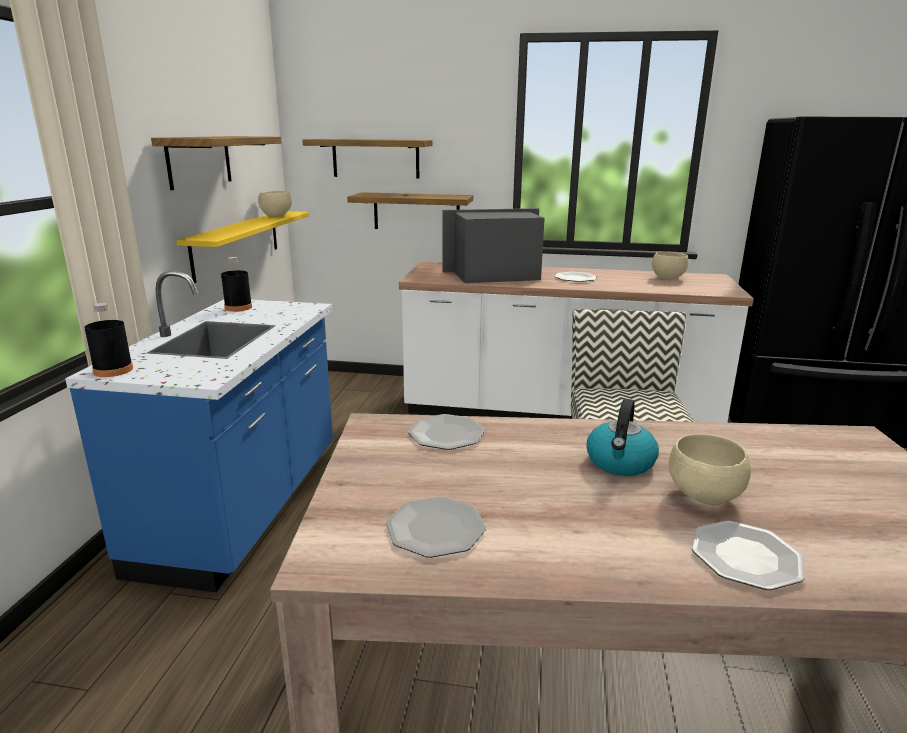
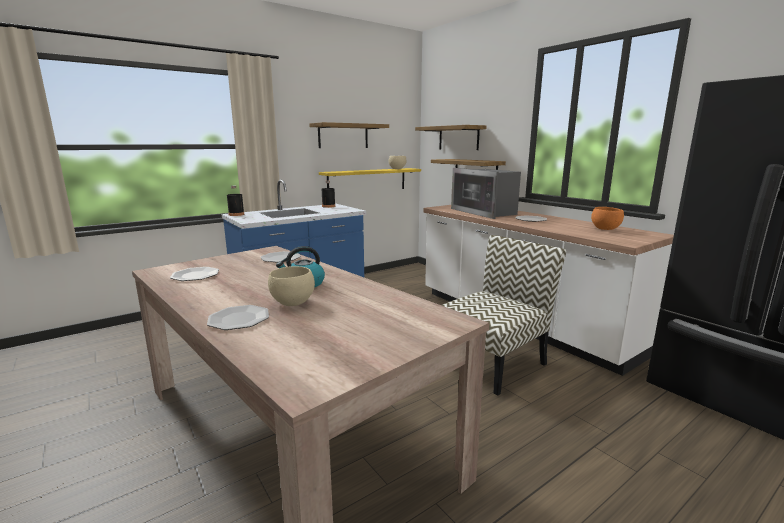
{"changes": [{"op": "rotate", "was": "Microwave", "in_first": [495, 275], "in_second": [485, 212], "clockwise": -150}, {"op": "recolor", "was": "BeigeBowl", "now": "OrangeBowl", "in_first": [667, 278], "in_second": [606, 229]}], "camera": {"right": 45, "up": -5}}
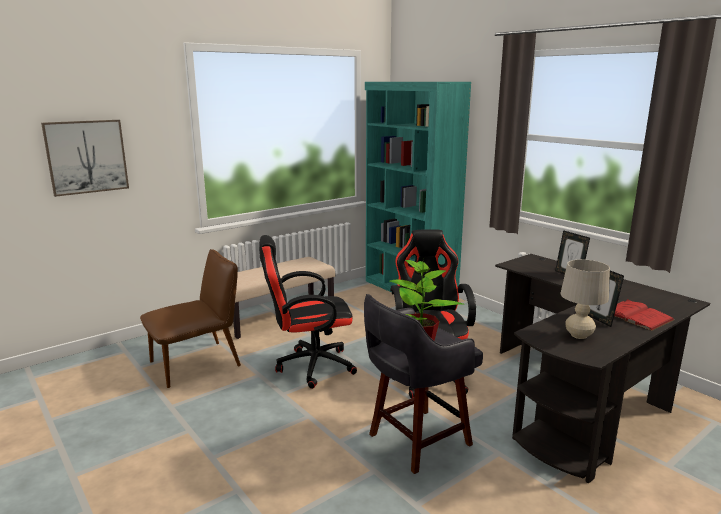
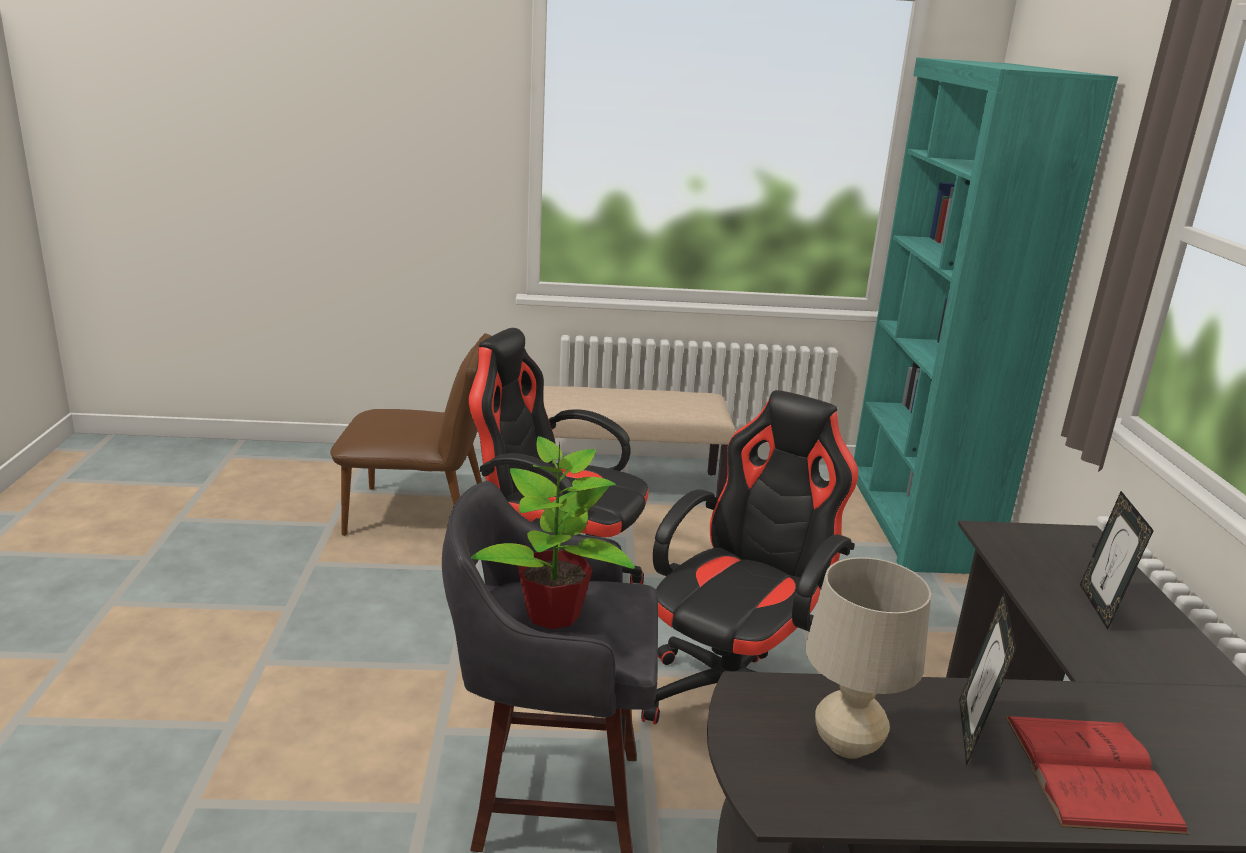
{"changes": [{"op": "delete", "was": "Picture", "in_first": [86, 157]}], "camera": {"right": 35, "up": 5}}
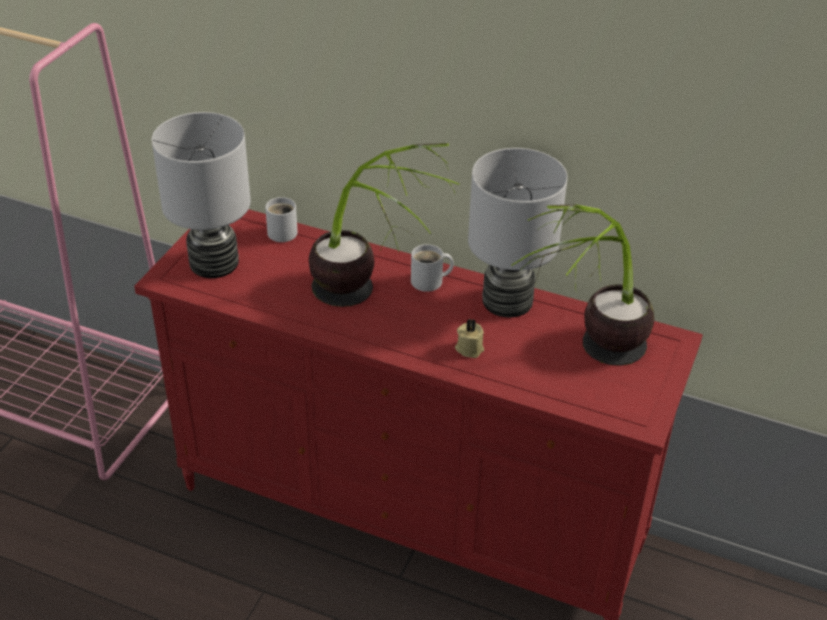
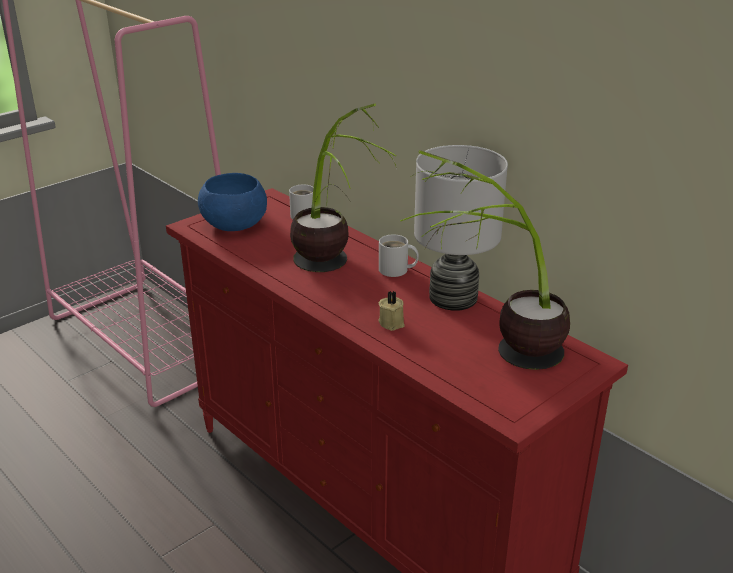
{"changes": [{"op": "replace", "was": "GreyTableLamp", "now": "BlueBowl", "in_first": [214, 263], "in_second": [235, 224]}], "camera": {"right": 25, "up": -10}}
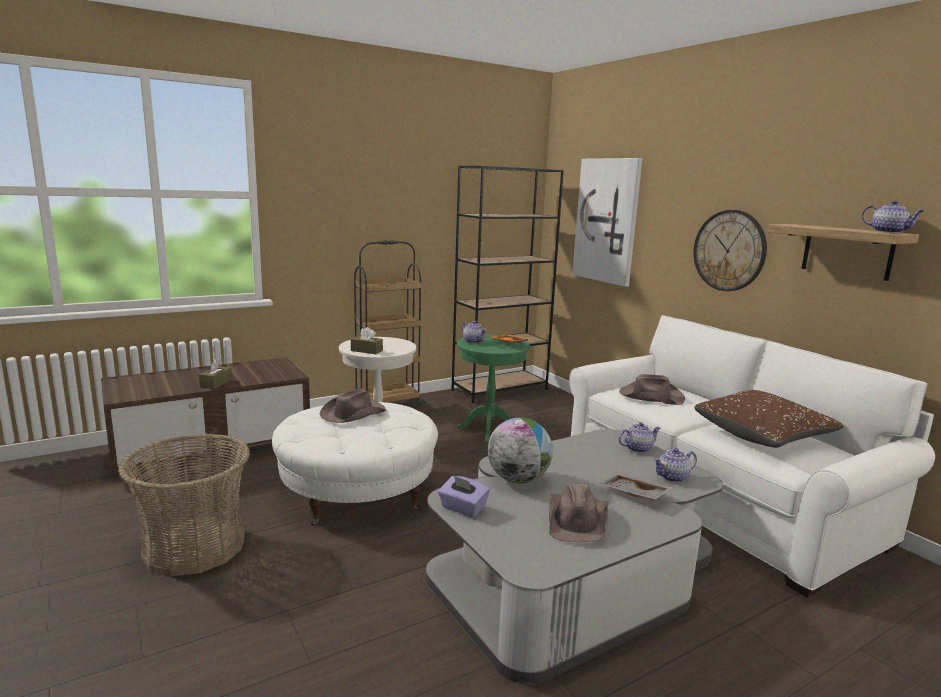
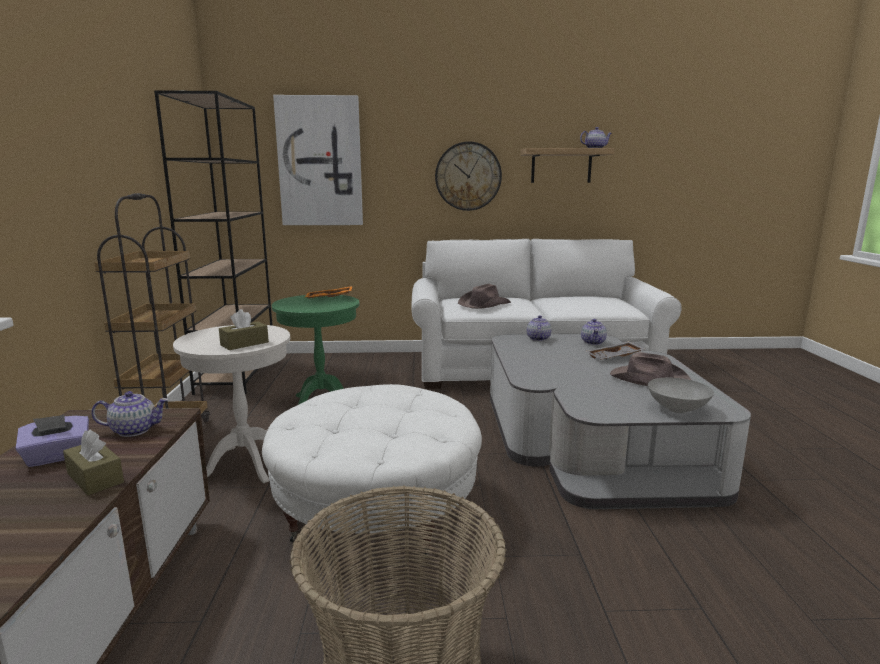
{"changes": [{"op": "move", "was": "PurpleTissueBox", "in_first": [462, 508], "in_second": [58, 457]}, {"op": "move", "was": "Teapot", "in_first": [474, 341], "in_second": [135, 430]}, {"op": "insert", "now": "GreyBowl", "in_second": [678, 409]}, {"op": "delete", "was": "BrownHat", "in_first": [352, 413]}, {"op": "delete", "was": "Globe", "in_first": [518, 479]}, {"op": "delete", "was": "BrownPillow", "in_first": [763, 435]}], "camera": {"right": -60, "up": 0}}
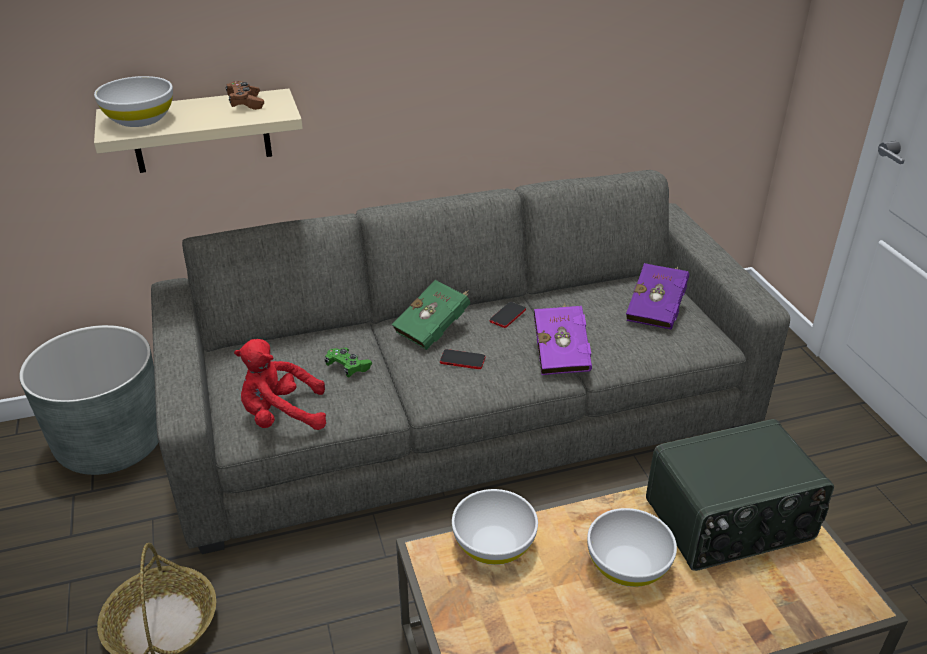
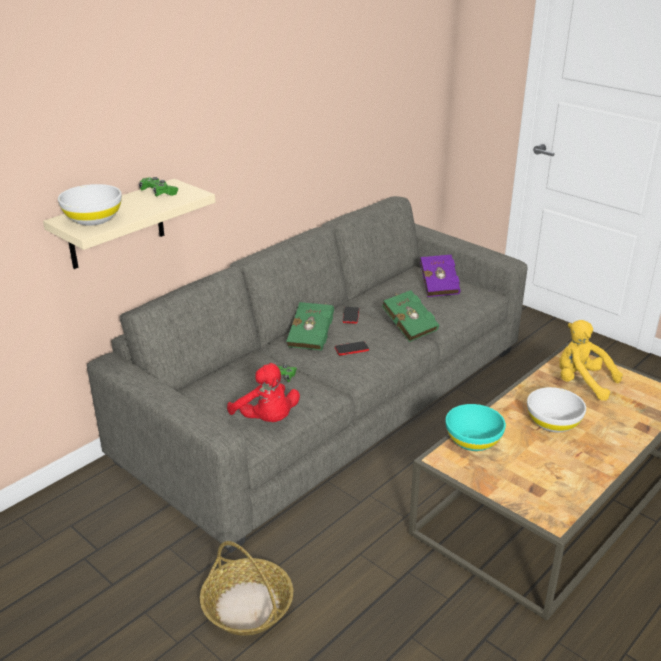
{"changes": [{"op": "recolor", "was": "BrownGameController", "now": "GreenGameController", "in_first": [246, 103], "in_second": [158, 193]}, {"op": "rotate", "was": "RedPlushToy", "in_first": [281, 416], "in_second": [266, 420], "clockwise": -90}, {"op": "recolor", "was": "PurpleBook", "now": "GreenBook", "in_first": [561, 353], "in_second": [408, 326]}, {"op": "recolor", "was": "WhiteBowl", "now": "TurquoiseBowl", "in_first": [493, 544], "in_second": [473, 441]}, {"op": "replace", "was": "Radio", "now": "YellowPlushToy", "in_first": [730, 522], "in_second": [581, 383]}, {"op": "delete", "was": "GreyPlanter", "in_first": [111, 443]}], "camera": {"right": -30, "up": -5}}
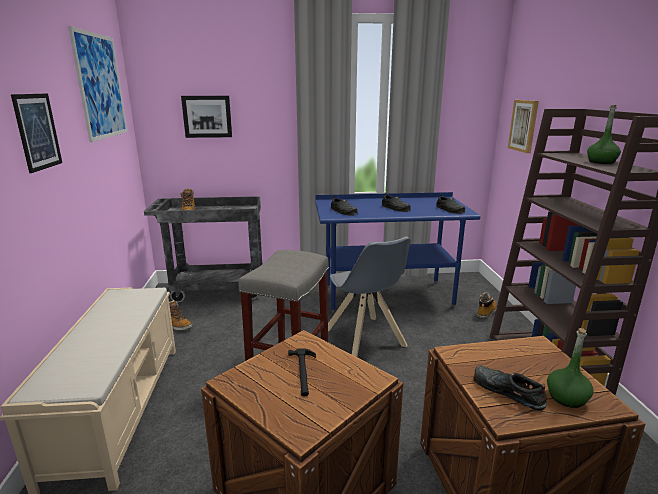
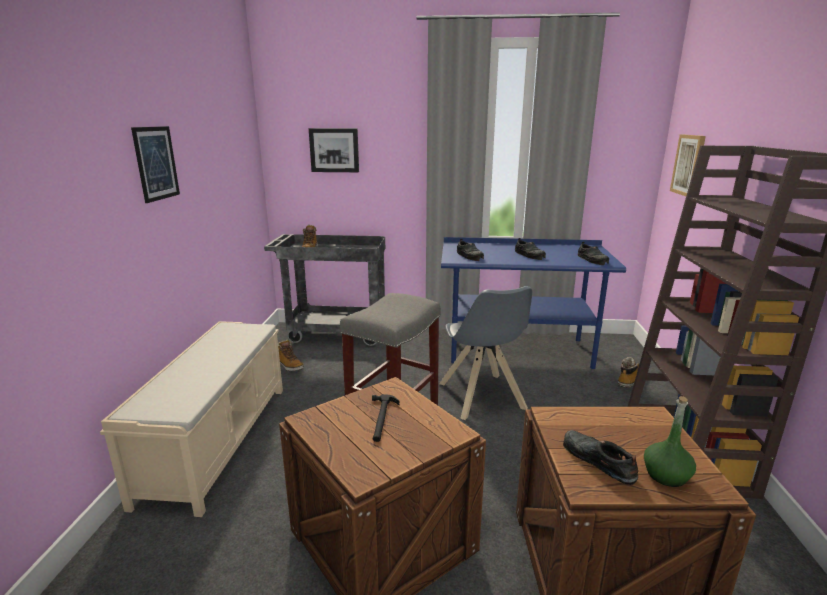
{"changes": [{"op": "delete", "was": "Picture", "in_first": [100, 86]}, {"op": "delete", "was": "GreenBottle", "in_first": [601, 162]}], "camera": {"right": 10, "up": 0}}
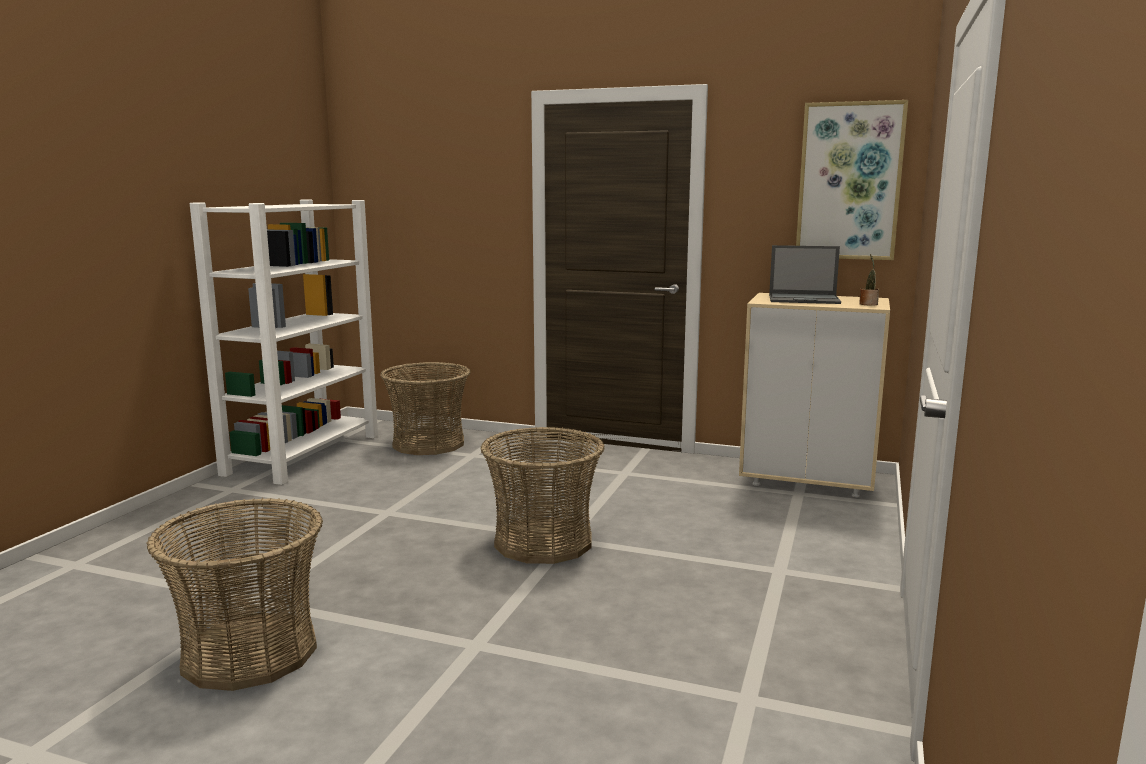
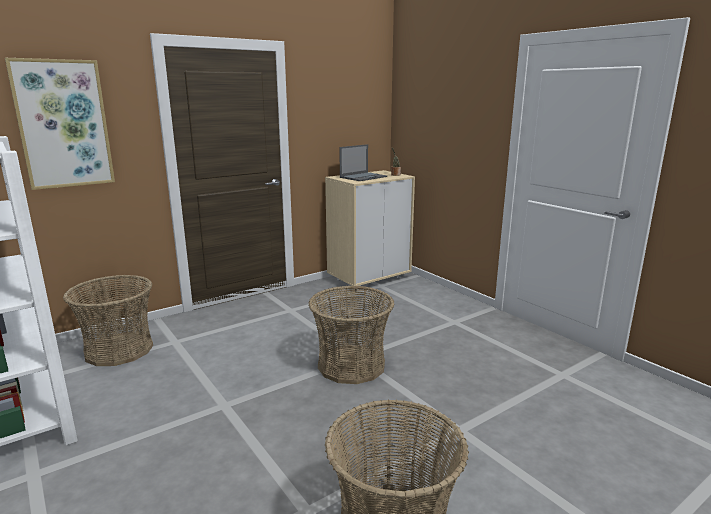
{"changes": [{"op": "move", "was": "Picture", "in_first": [849, 181], "in_second": [63, 124]}], "camera": {"right": -55, "up": 5}}
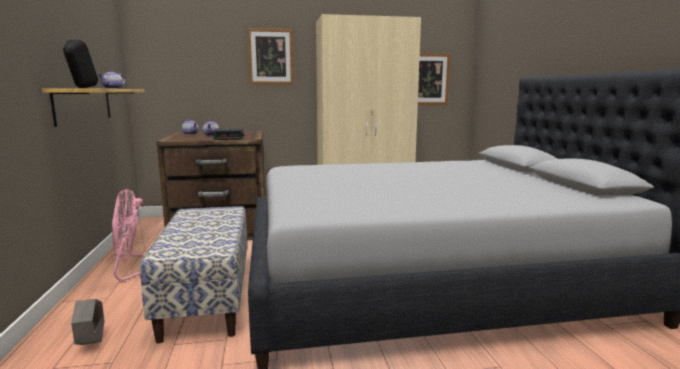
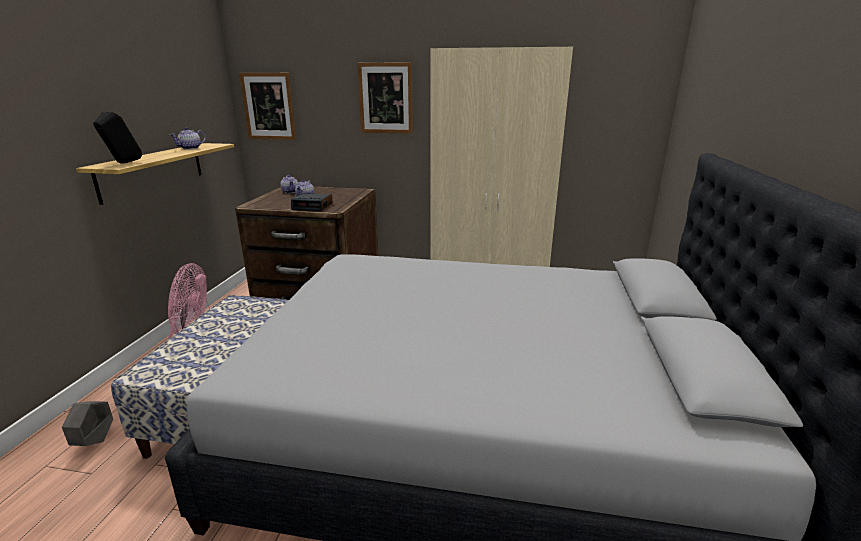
{"changes": [{"op": "move", "was": "Picture", "in_first": [429, 79], "in_second": [268, 106]}], "camera": {"right": 20, "up": 10}}
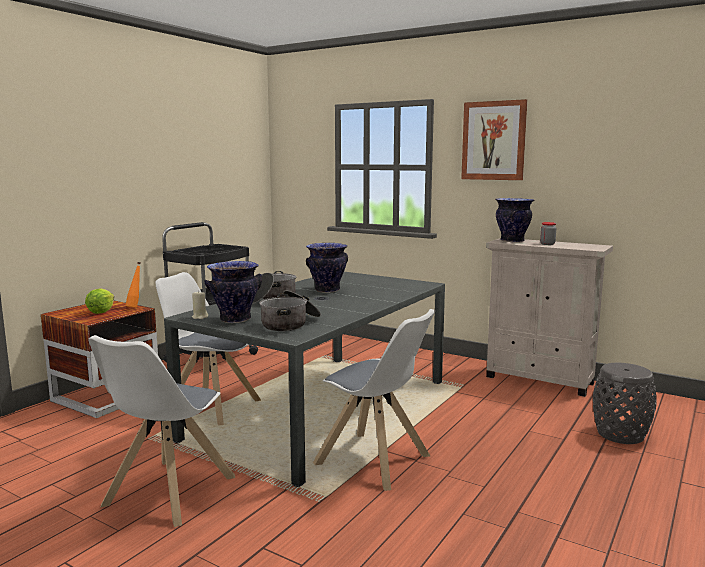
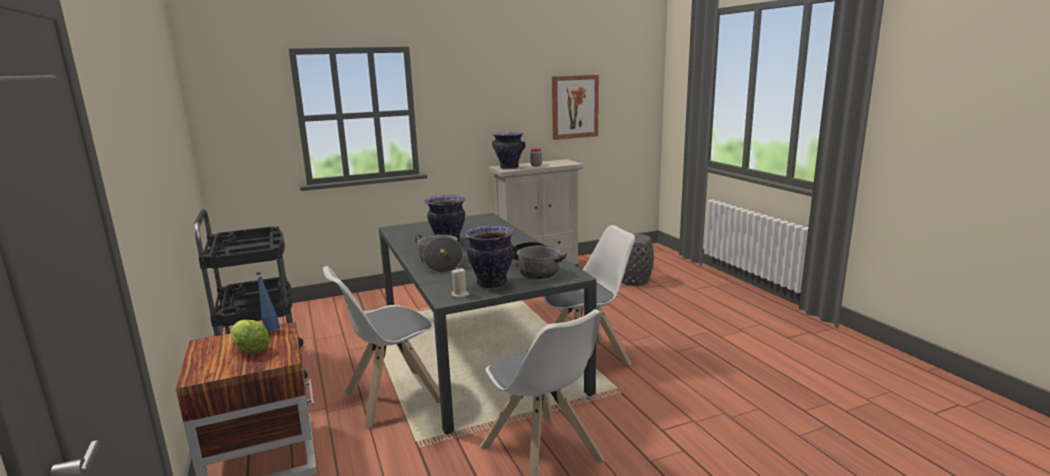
{"changes": [{"op": "recolor", "was": "OrangeBottle", "now": "BlueBottle", "in_first": [135, 307], "in_second": [270, 330]}, {"op": "move", "was": "Picture", "in_first": [493, 141], "in_second": [574, 107]}], "camera": {"right": -55, "up": 5}}
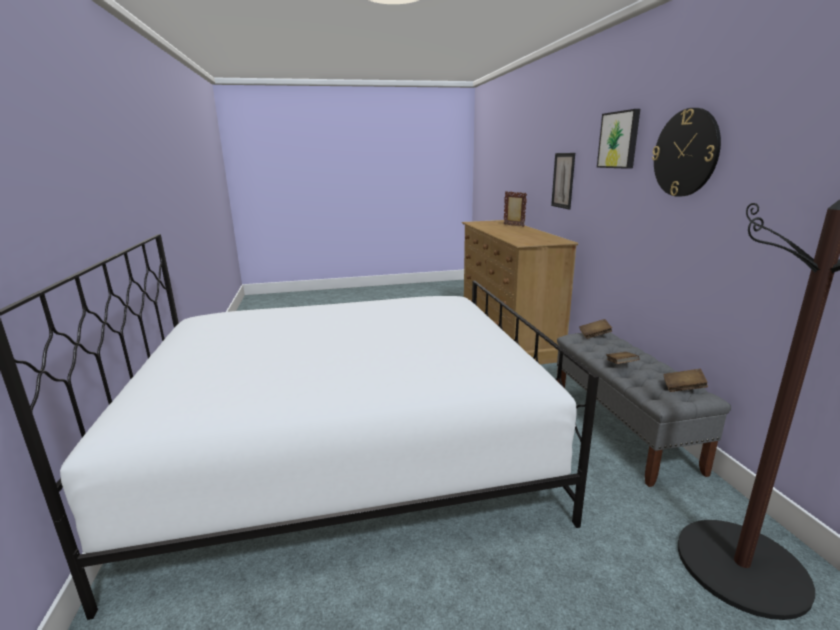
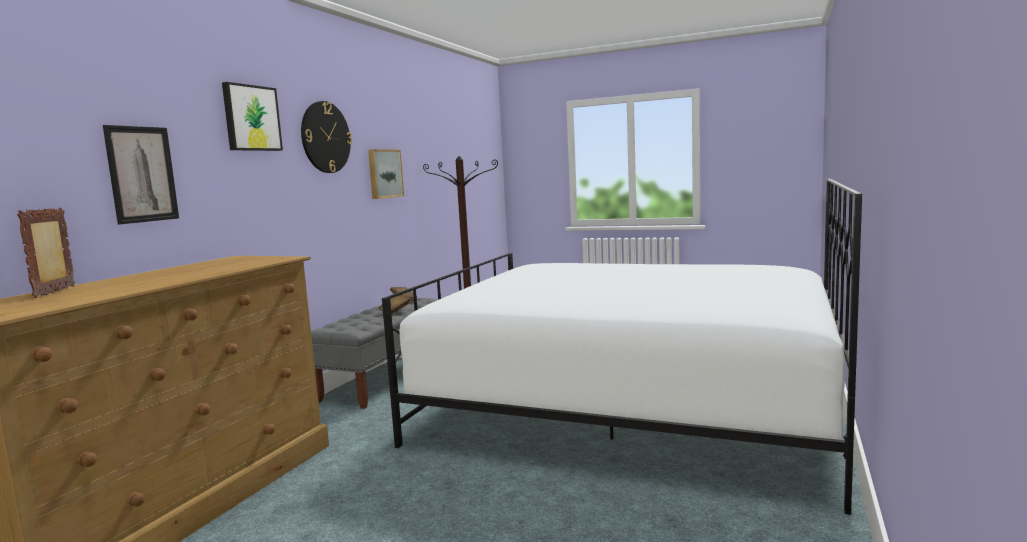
{"changes": [{"op": "insert", "now": "Picture", "in_second": [384, 173]}, {"op": "delete", "was": "BrownBook", "in_first": [594, 335]}], "camera": {"right": -145, "up": -10}}
